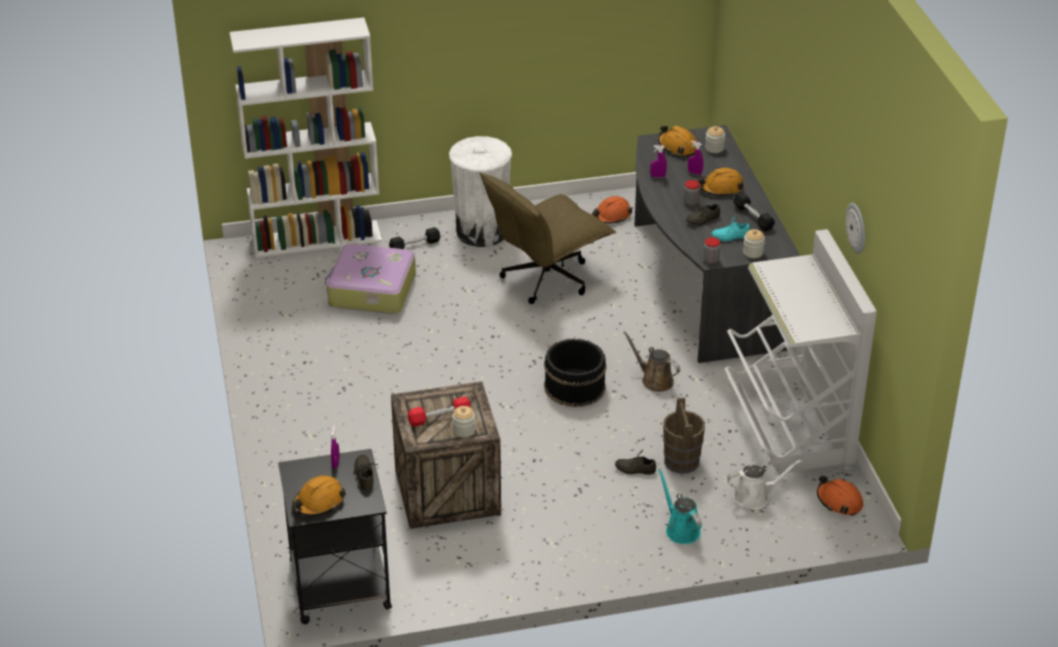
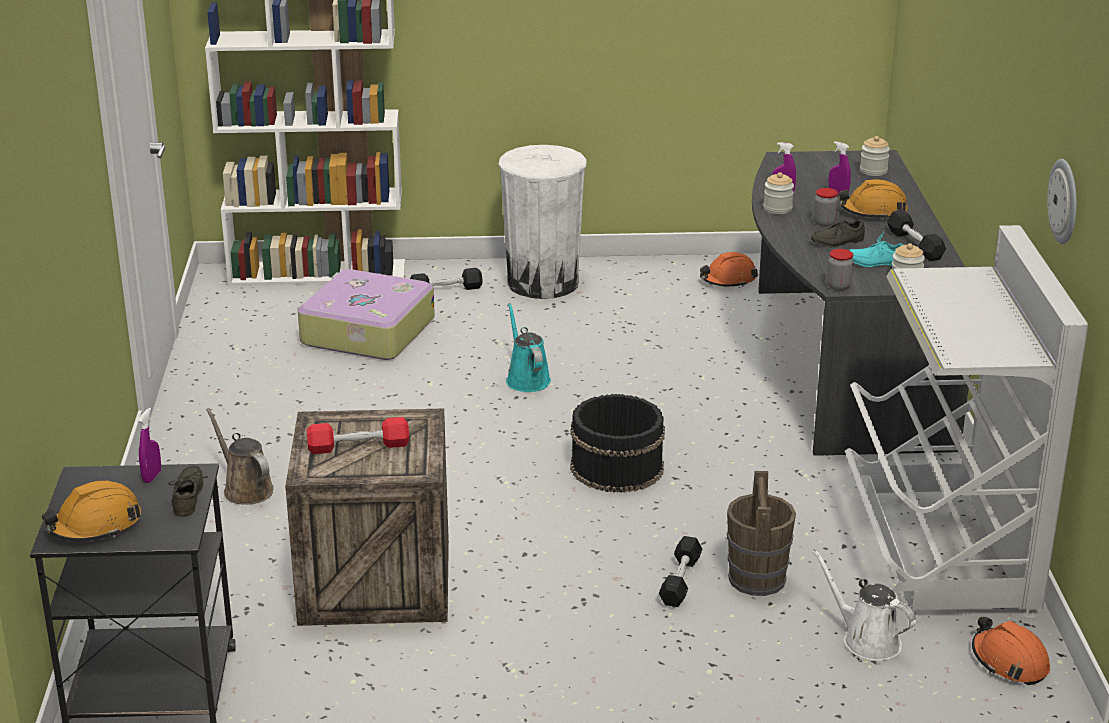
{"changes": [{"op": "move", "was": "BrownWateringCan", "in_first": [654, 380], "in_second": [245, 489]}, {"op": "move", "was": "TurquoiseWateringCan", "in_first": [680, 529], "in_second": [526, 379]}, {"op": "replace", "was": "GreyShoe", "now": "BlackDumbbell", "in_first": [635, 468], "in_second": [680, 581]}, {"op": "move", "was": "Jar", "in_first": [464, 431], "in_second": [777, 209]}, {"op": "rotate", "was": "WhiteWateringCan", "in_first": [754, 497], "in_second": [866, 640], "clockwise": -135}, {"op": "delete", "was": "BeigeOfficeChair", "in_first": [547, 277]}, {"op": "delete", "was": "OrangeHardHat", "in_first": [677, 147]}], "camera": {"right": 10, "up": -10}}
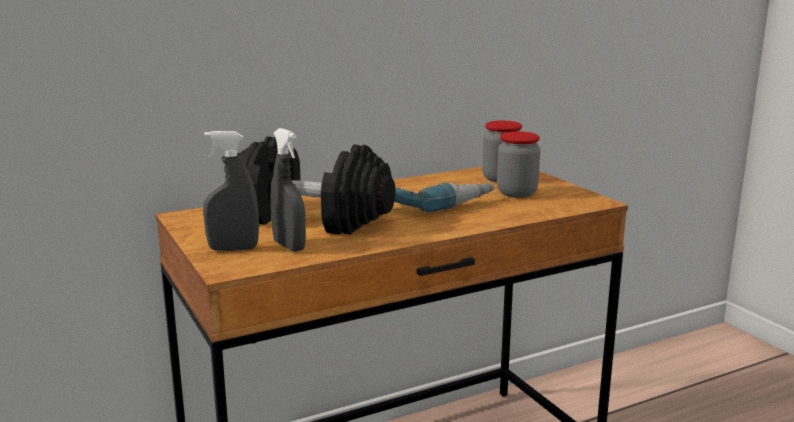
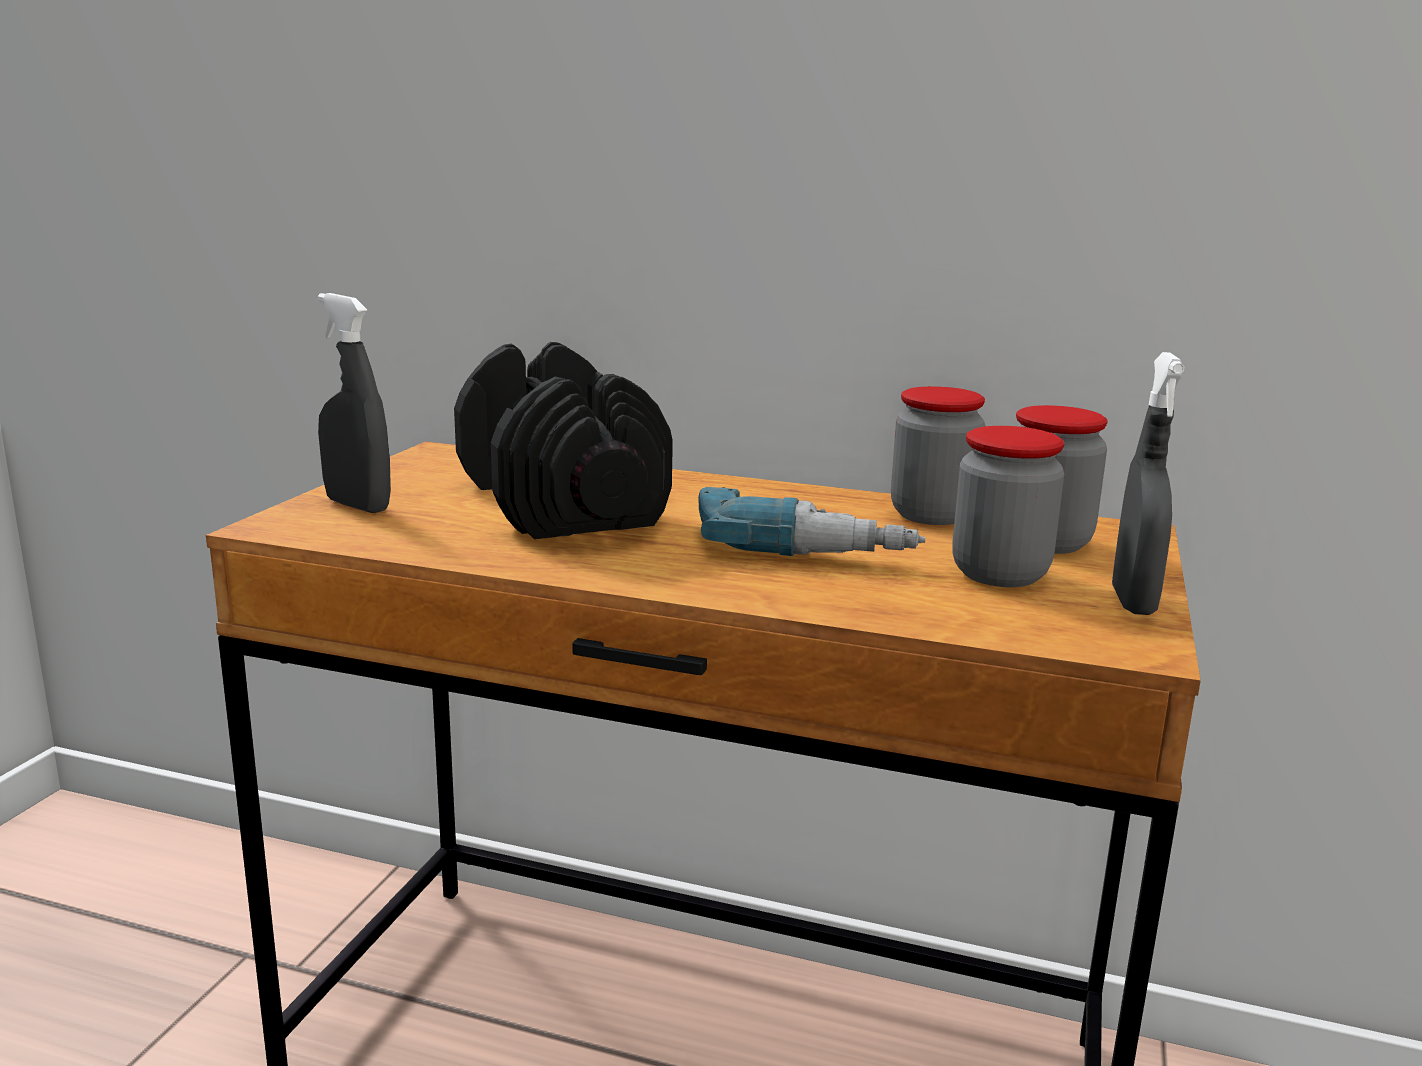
{"changes": [{"op": "insert", "now": "Jar", "in_second": [932, 515]}, {"op": "move", "was": "GreySprayBottle", "in_first": [289, 246], "in_second": [1133, 602]}], "camera": {"right": 45, "up": 0}}
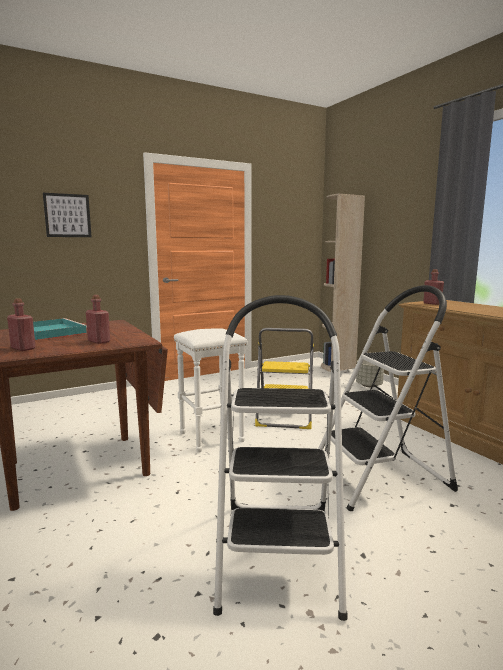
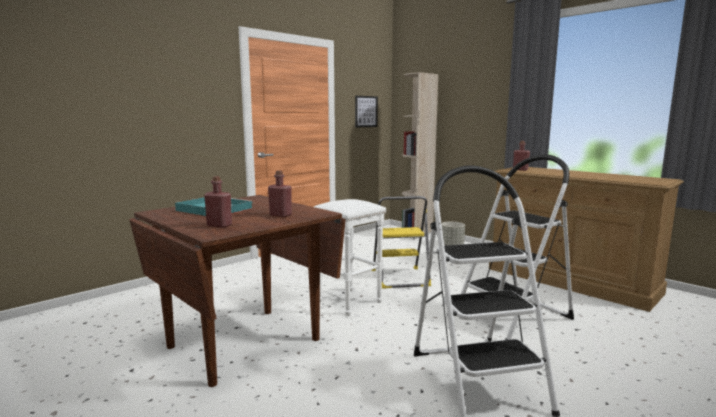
{"changes": [{"op": "move", "was": "Picture", "in_first": [67, 215], "in_second": [366, 111]}], "camera": {"right": -15, "up": 0}}
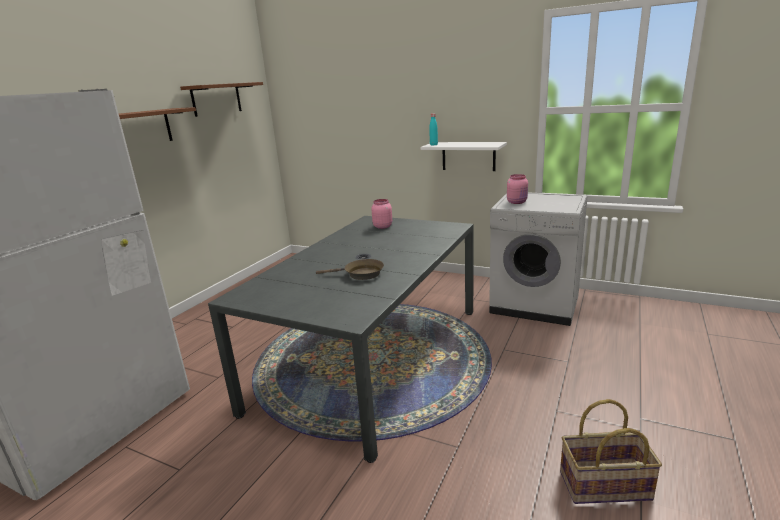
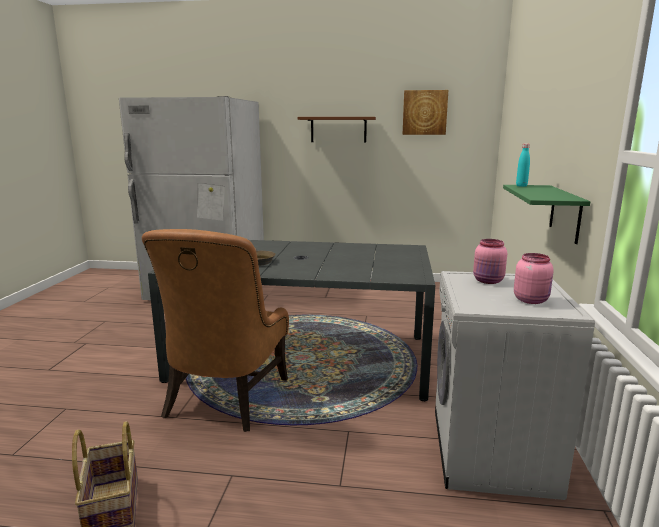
{"changes": [{"op": "insert", "now": "BrownChair", "in_second": [226, 398]}, {"op": "replace", "was": "BrownShelf", "now": "Picture", "in_first": [216, 99], "in_second": [424, 112]}, {"op": "recolor", "was": "WhiteShelf", "now": "GreenShelf", "in_first": [468, 156], "in_second": [565, 213]}, {"op": "move", "was": "PinkJar", "in_first": [382, 226], "in_second": [531, 300]}], "camera": {"right": 70, "up": -5}}
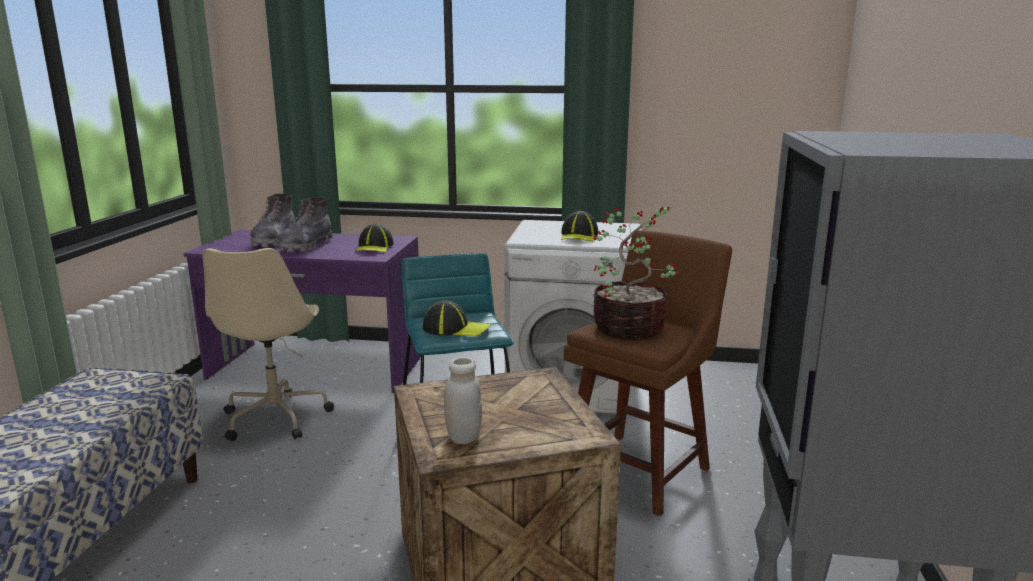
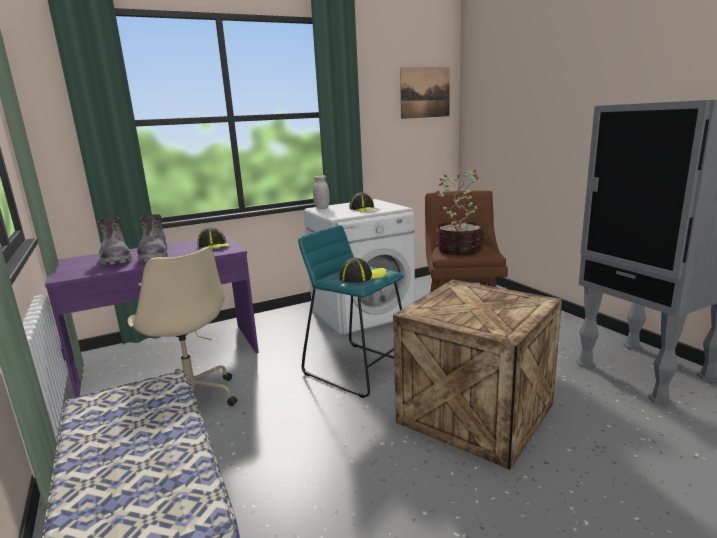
{"changes": [{"op": "move", "was": "WhiteJar", "in_first": [463, 437], "in_second": [322, 208]}, {"op": "insert", "now": "Picture", "in_second": [425, 92]}], "camera": {"right": -35, "up": 0}}
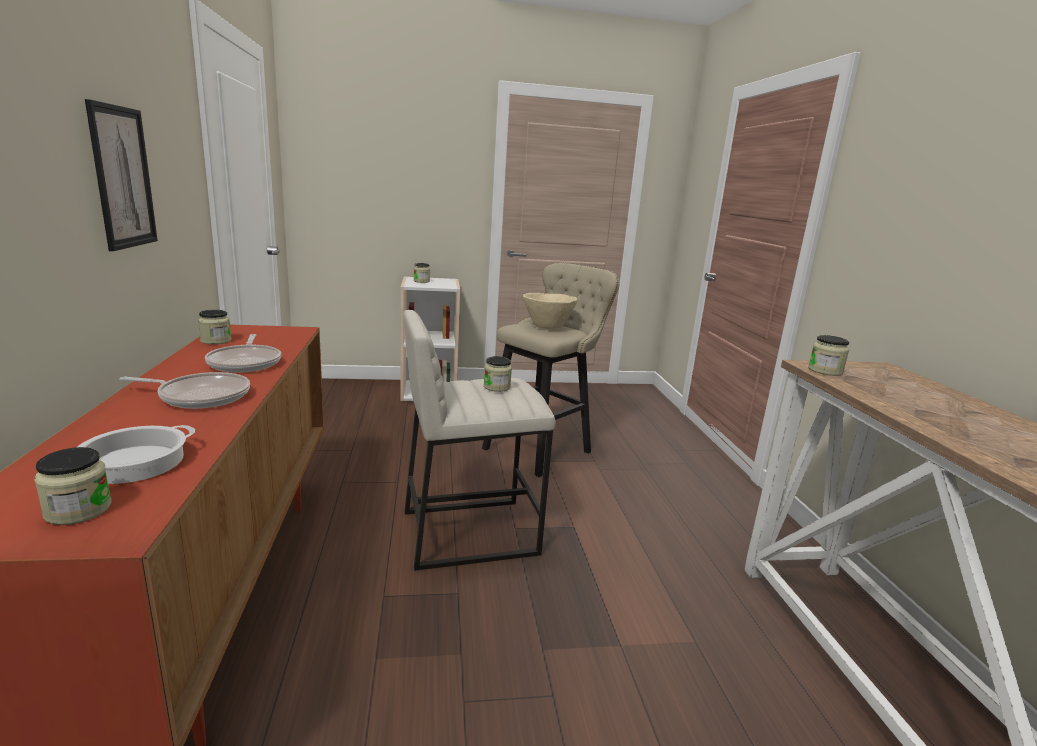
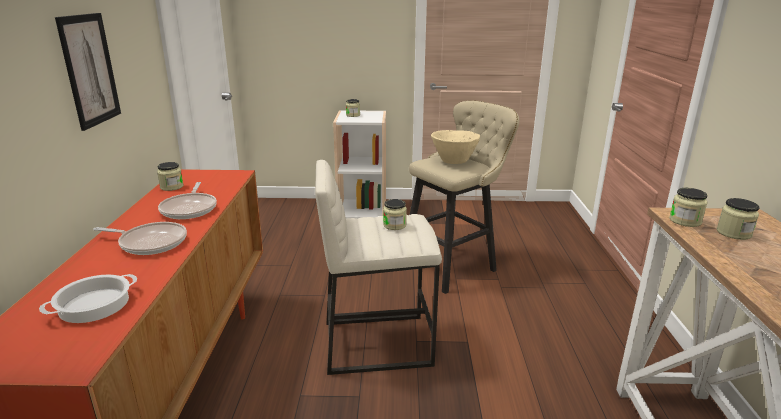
{"changes": [{"op": "move", "was": "Jar", "in_first": [78, 510], "in_second": [733, 233]}], "camera": {"right": 10, "up": 5}}
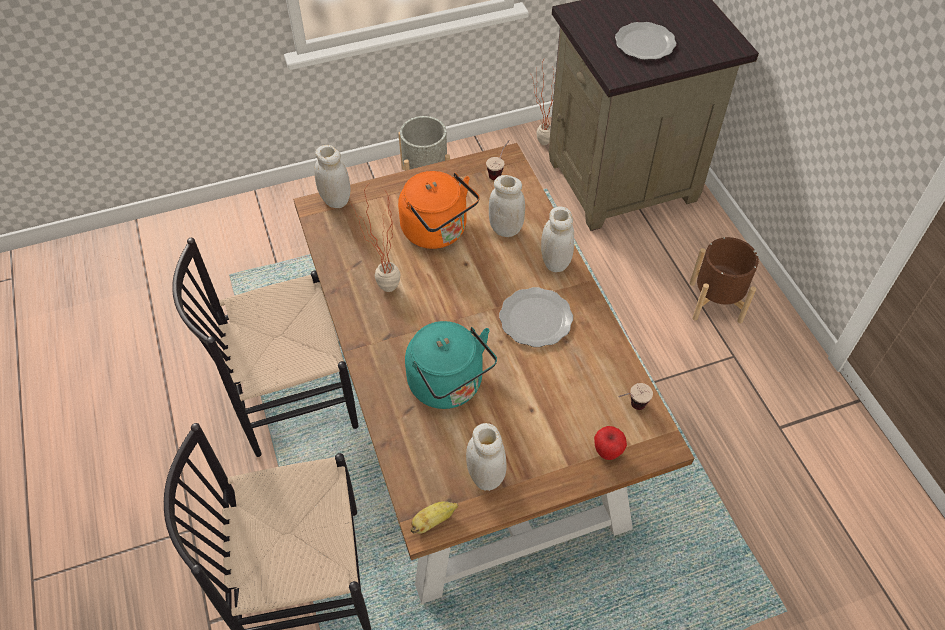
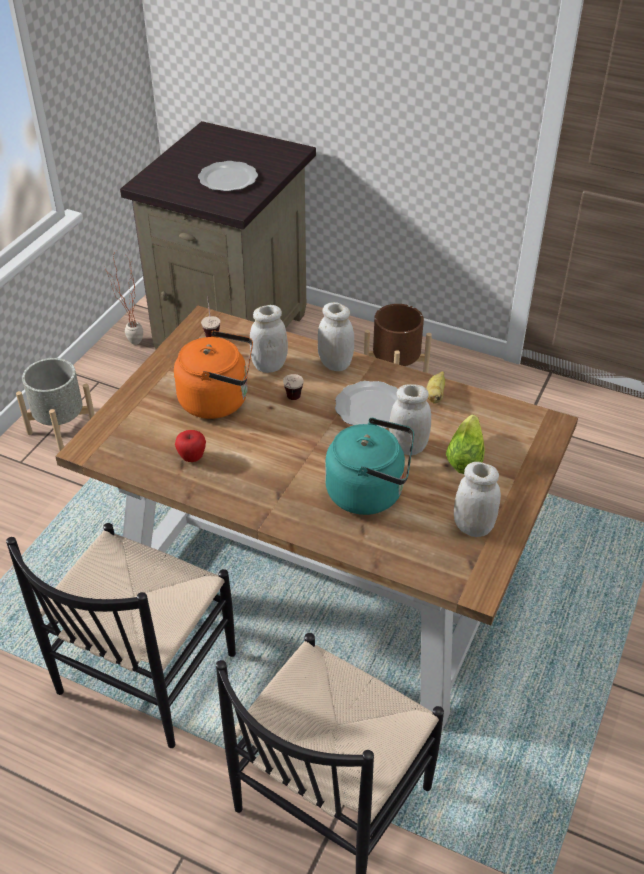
{"changes": [{"op": "move", "was": "Apple", "in_first": [607, 452], "in_second": [192, 457]}, {"op": "move", "was": "Cup", "in_first": [630, 407], "in_second": [291, 401]}, {"op": "move", "was": "WhiteJar", "in_first": [335, 200], "in_second": [408, 447]}, {"op": "move", "was": "Banana", "in_first": [433, 521], "in_second": [435, 395]}, {"op": "insert", "now": "Lettuce", "in_second": [466, 454]}, {"op": "delete", "was": "PottedPlant", "in_first": [381, 291]}], "camera": {"right": -45, "up": -10}}
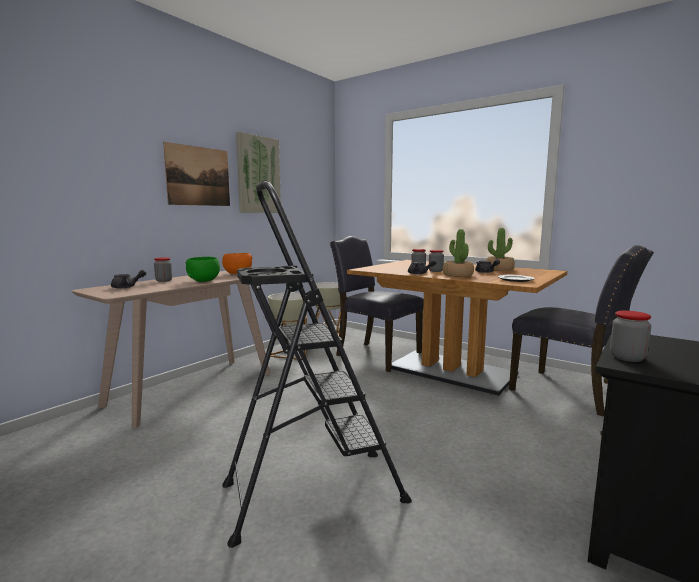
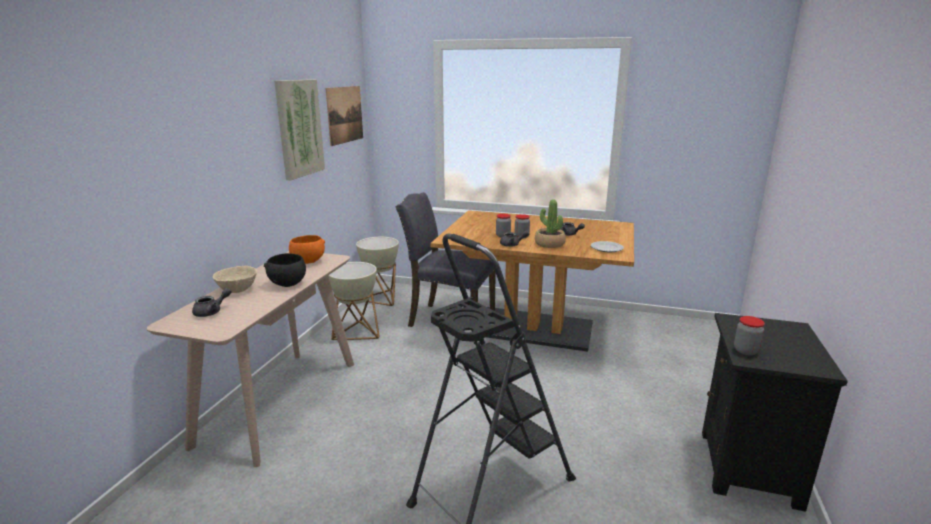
{"changes": [{"op": "replace", "was": "Jar", "now": "BeigeBowl", "in_first": [164, 280], "in_second": [237, 290]}, {"op": "recolor", "was": "GreenBowl", "now": "BlackBowl", "in_first": [204, 281], "in_second": [288, 283]}, {"op": "move", "was": "Picture", "in_first": [198, 176], "in_second": [345, 114]}, {"op": "delete", "was": "PottedPlant", "in_first": [499, 269]}, {"op": "delete", "was": "GreyChair", "in_first": [569, 393]}], "camera": {"right": -20, "up": 10}}
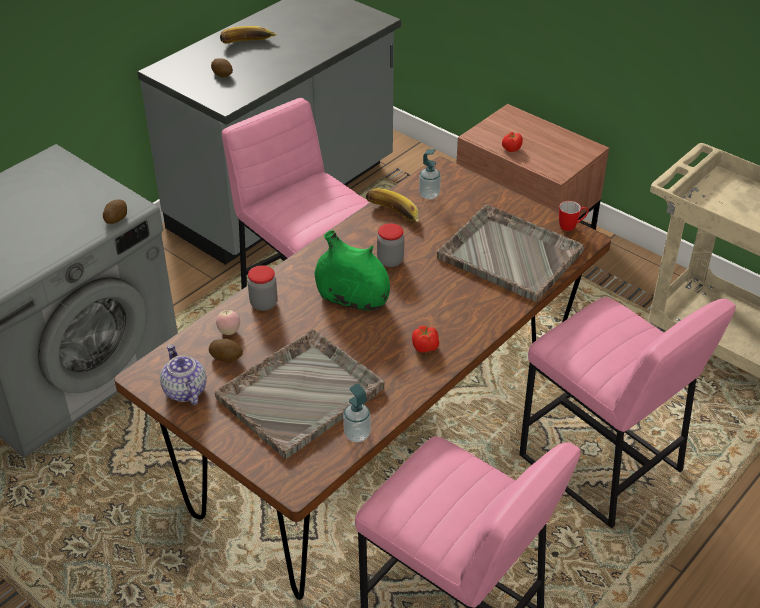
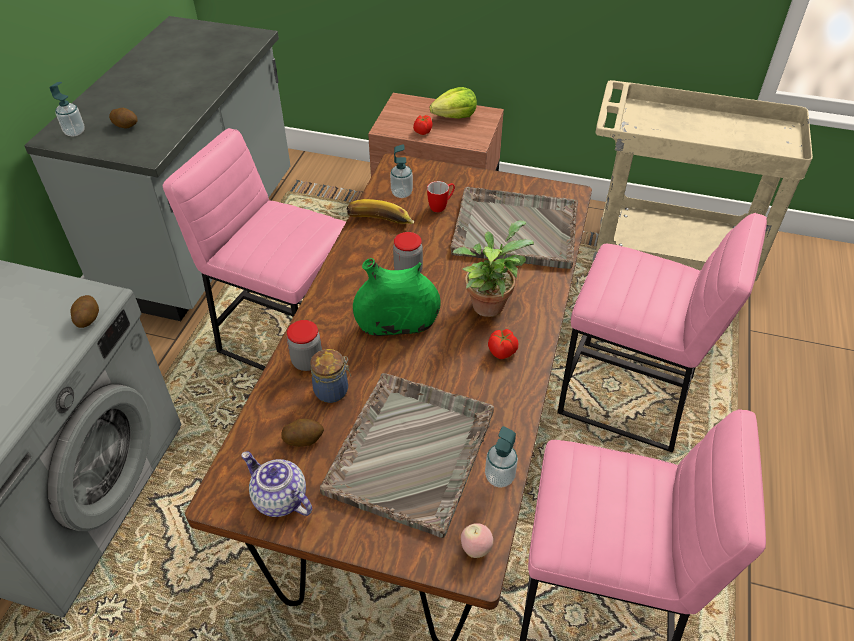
{"changes": [{"op": "insert", "now": "SoapDispenser", "in_second": [75, 132]}, {"op": "insert", "now": "Jar", "in_second": [333, 390]}, {"op": "move", "was": "Mug", "in_first": [571, 226], "in_second": [441, 206]}, {"op": "insert", "now": "Lettuce", "in_second": [455, 116]}, {"op": "insert", "now": "PottedPlant", "in_second": [489, 302]}, {"op": "move", "was": "Apple", "in_first": [229, 332], "in_second": [475, 549]}, {"op": "delete", "was": "Banana", "in_first": [247, 44]}], "camera": {"right": -25, "up": 5}}
